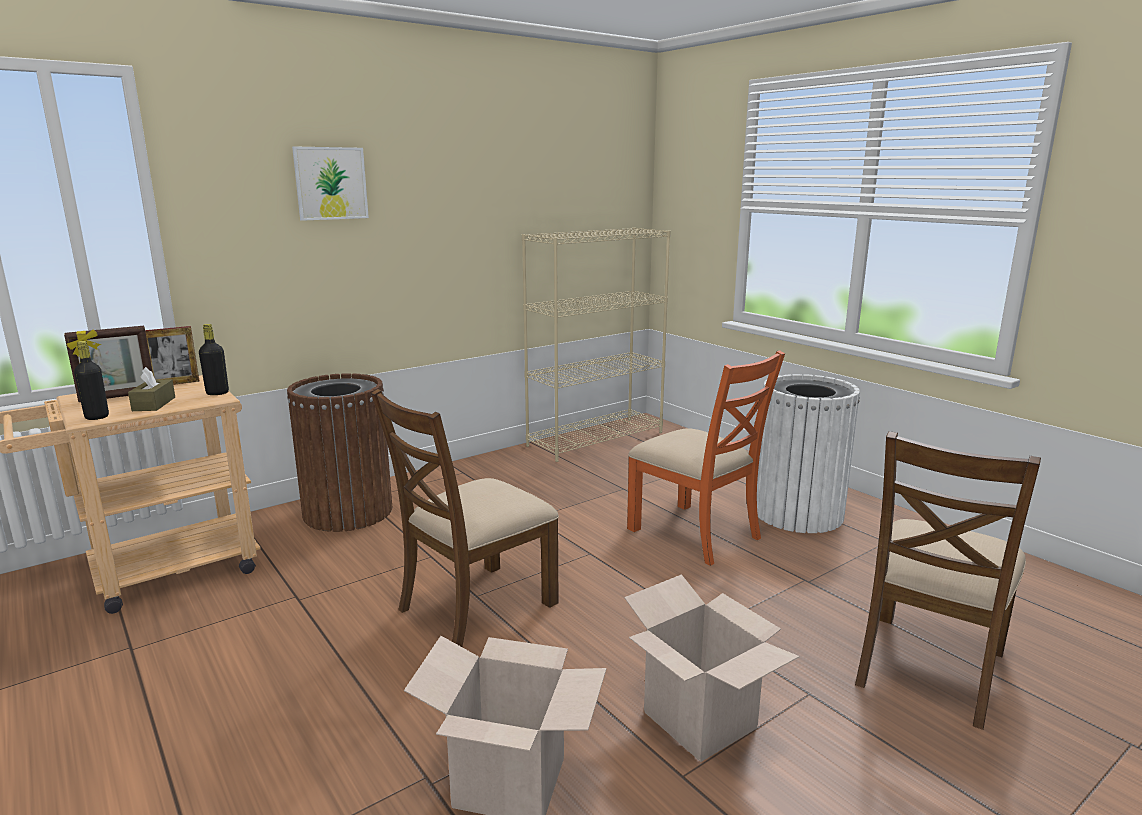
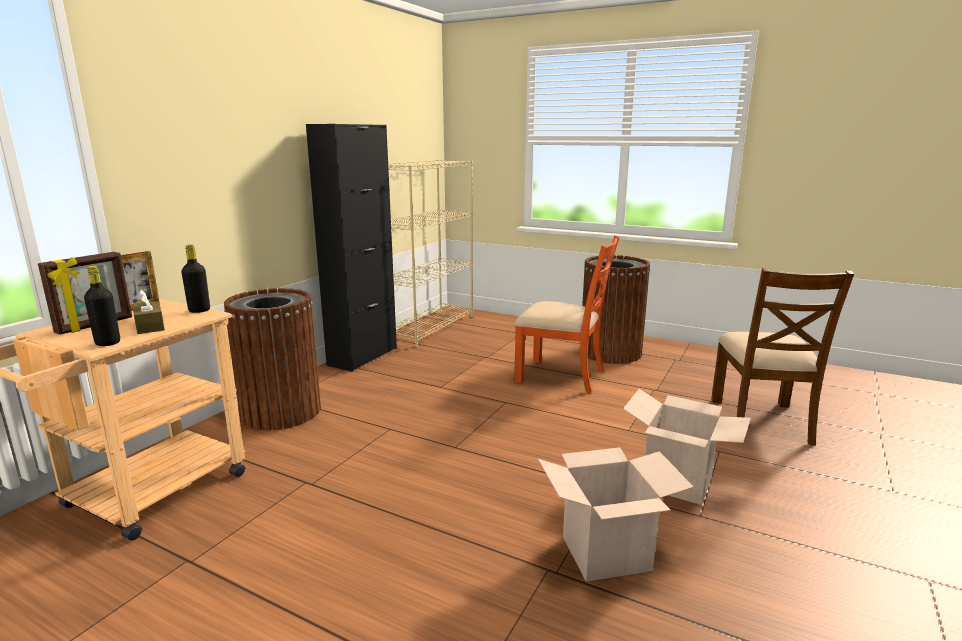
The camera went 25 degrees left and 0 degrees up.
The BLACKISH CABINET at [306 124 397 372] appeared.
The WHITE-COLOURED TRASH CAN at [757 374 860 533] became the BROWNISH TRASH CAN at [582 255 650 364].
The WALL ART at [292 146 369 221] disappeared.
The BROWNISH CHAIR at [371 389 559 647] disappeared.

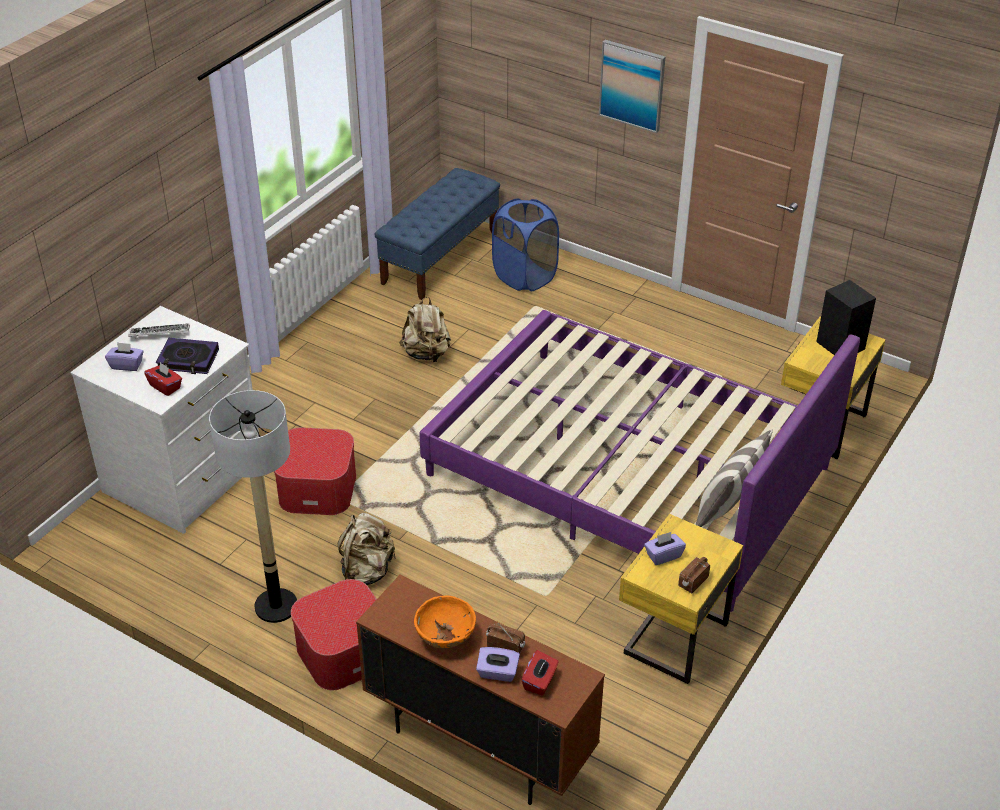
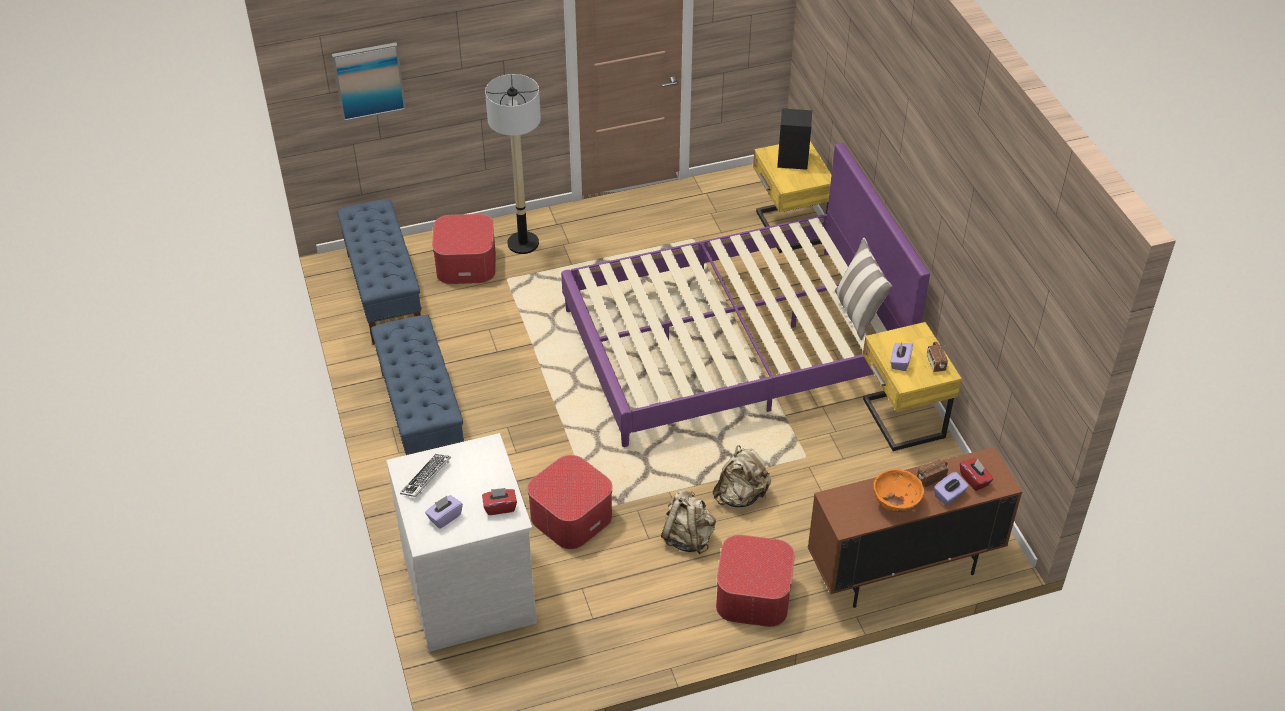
The camera went 50 degrees left and 5 degrees up.
The WALL ART moved from [599 40 665 133] to [332 42 406 121].
The BLUE-COLOURED INDOOR BENCH at [371 315 464 455] appeared.
The BLUE-COLOURED WASHING BASKET at [492 198 559 291] was replaced by the OTTOMAN at [432 214 496 284].
The STANDARD LAMP moved from [209 390 297 623] to [485 74 541 254].
The SAND-COLOURED RUCKSACK moved from [399 297 451 363] to [713 445 771 507].
The BOUND BOOK at [156 338 219 374] disappeared.

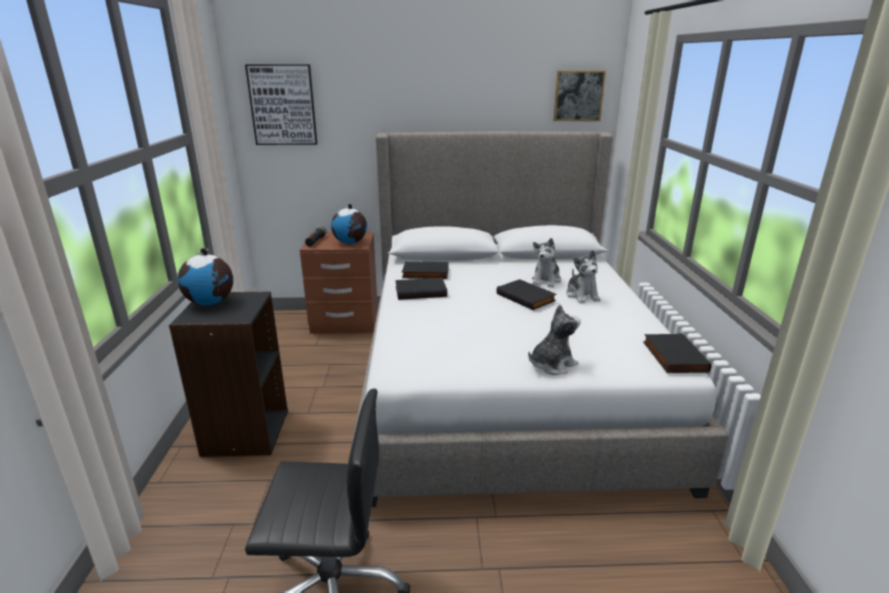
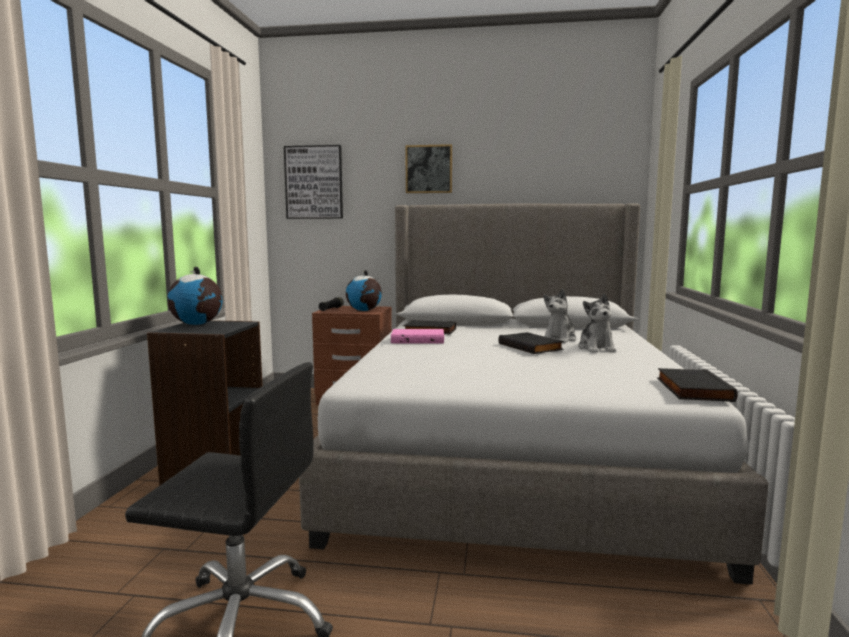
The camera went 10 degrees right and 15 degrees down.
The BLACKISH BOUND BOOK at [395 278 447 300] became the PINKISH BOUND BOOK at [391 329 444 344].
The WALL ART moved from [553 71 606 121] to [406 144 452 193].
The PLUSH TOY at [528 304 581 375] disappeared.

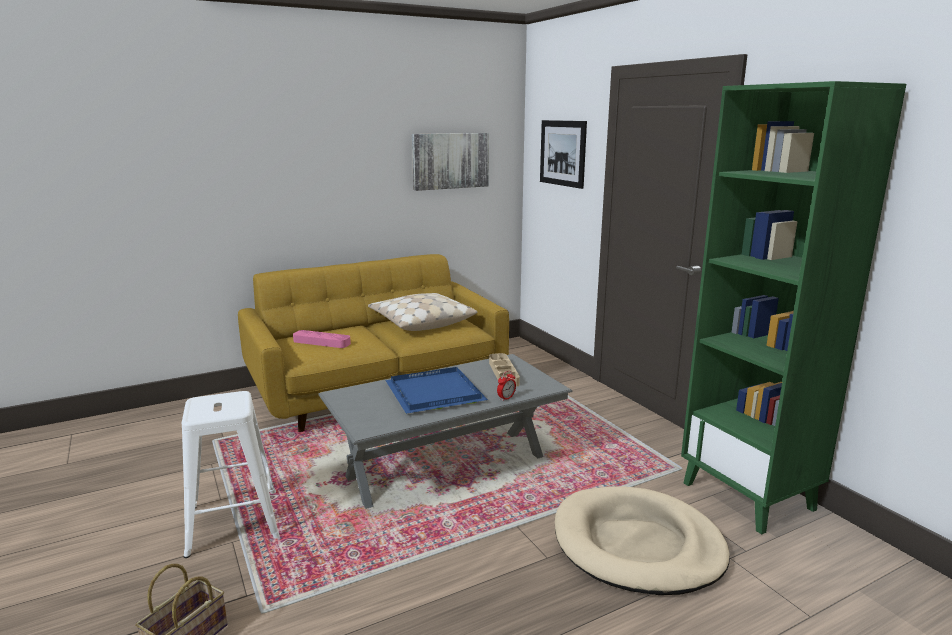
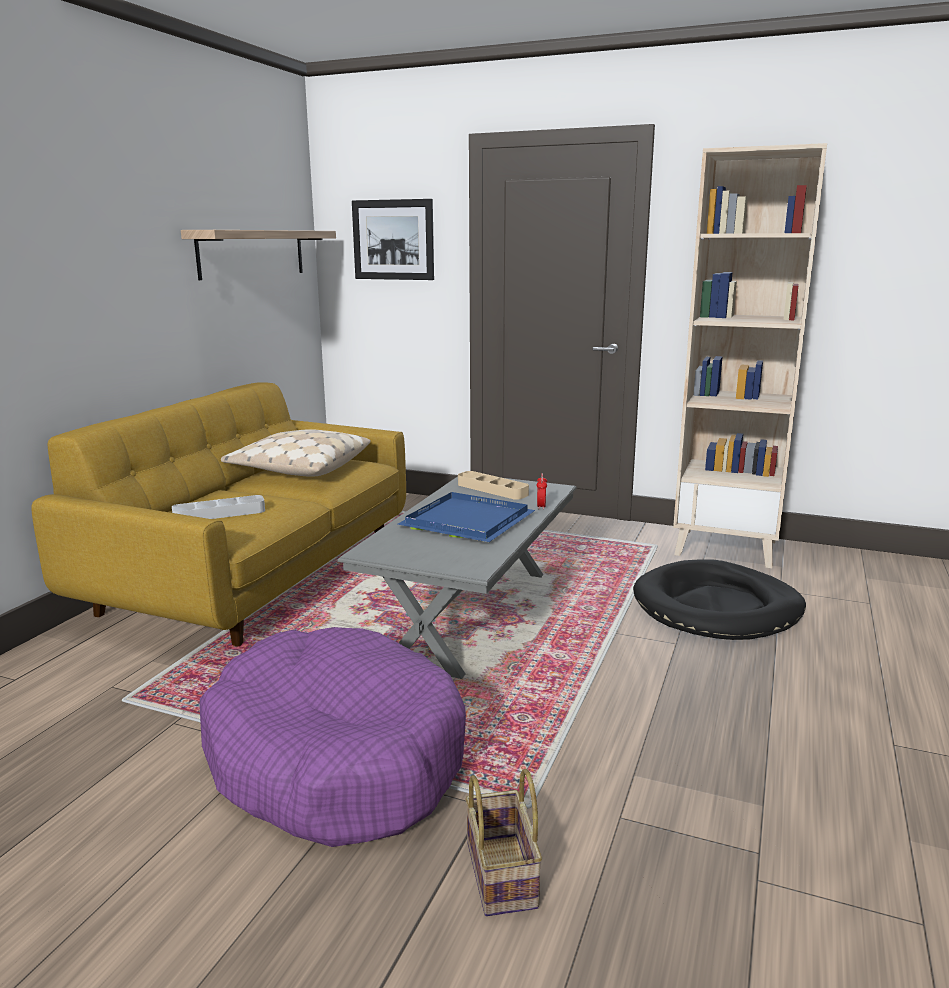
The camera went 40 degrees left and 0 degrees up.
The PINKISH CARRYING TRAY at [293 330 351 348] became the GREYISH CARRYING TRAY at [172 495 265 519].
The WALL ART at [412 133 489 191] was replaced by the WALL SHELF at [181 230 336 280].
The WHITE-COLOURED STOOL SEAT at [182 391 280 558] was replaced by the PURPLISH DOG CUSHION at [200 627 466 847].
The SAND-COLOURED DOG CUSHION at [555 486 730 595] became the BLACKISH DOG CUSHION at [633 559 806 640].
The GREEN-COLOURED BOOKSHELF at [681 81 906 535] became the SAND-COLOURED BOOKSHELF at [673 143 827 568].

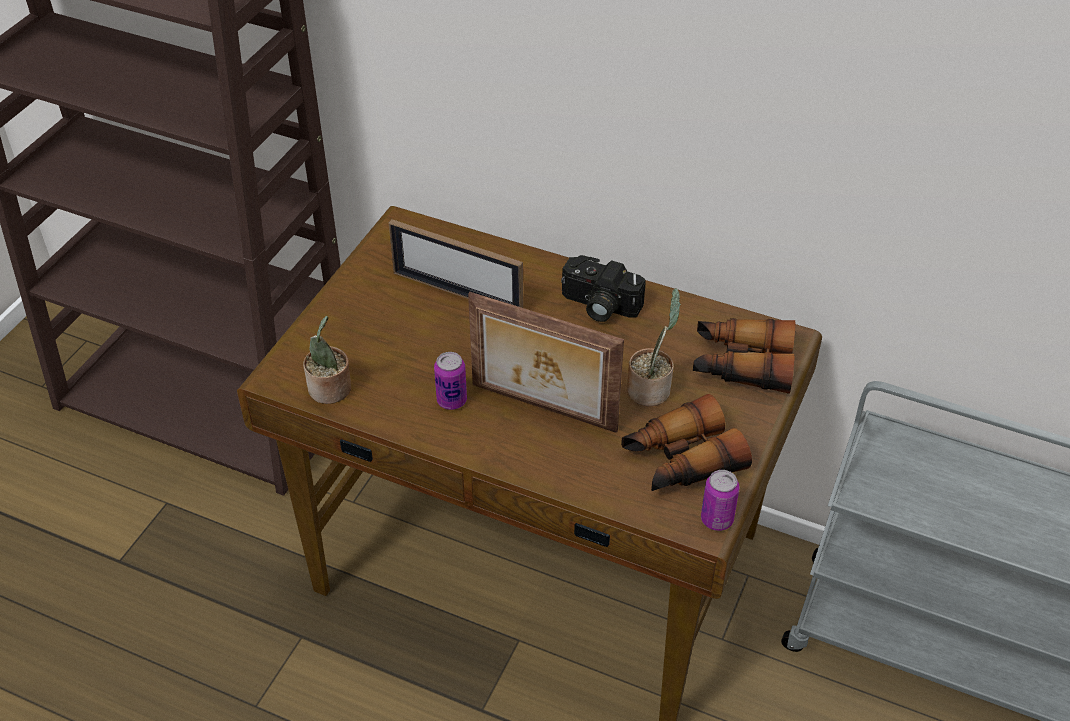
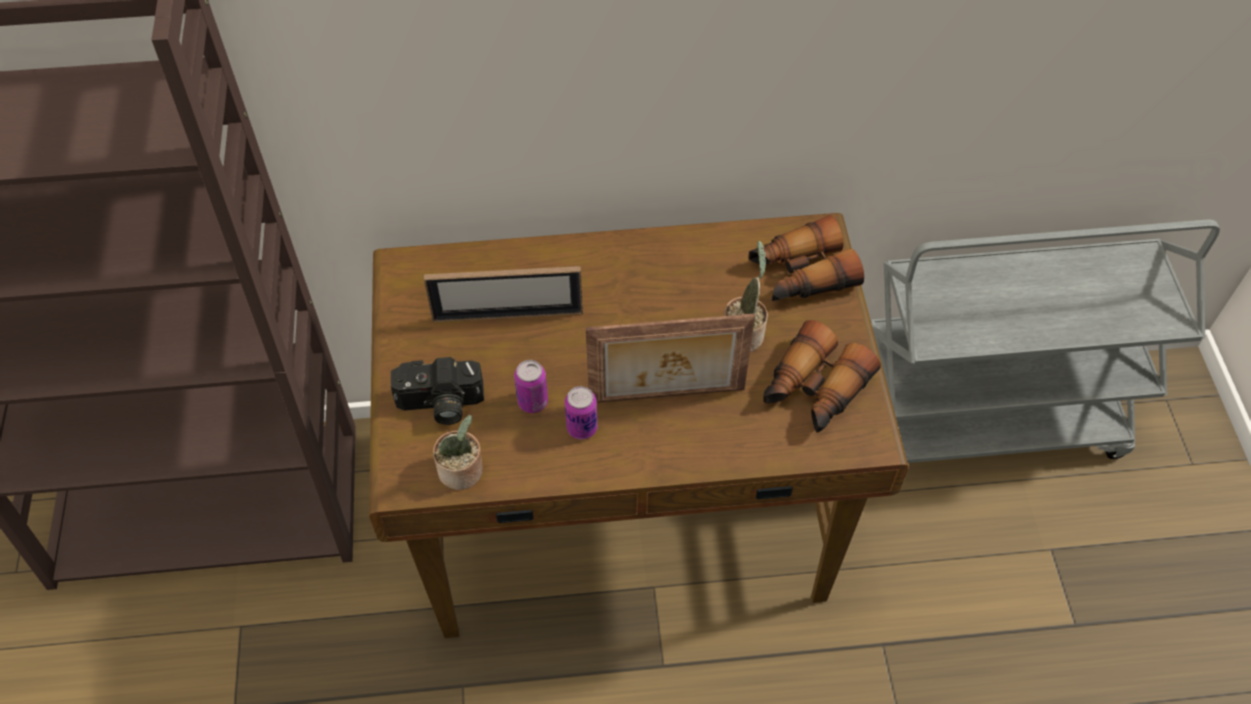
The camera went 30 degrees left and 10 degrees up.
The PHOTO CAMERA moved from [561 255 646 322] to [391 357 484 425].
The CAN moved from [701 470 740 531] to [514 360 548 413].

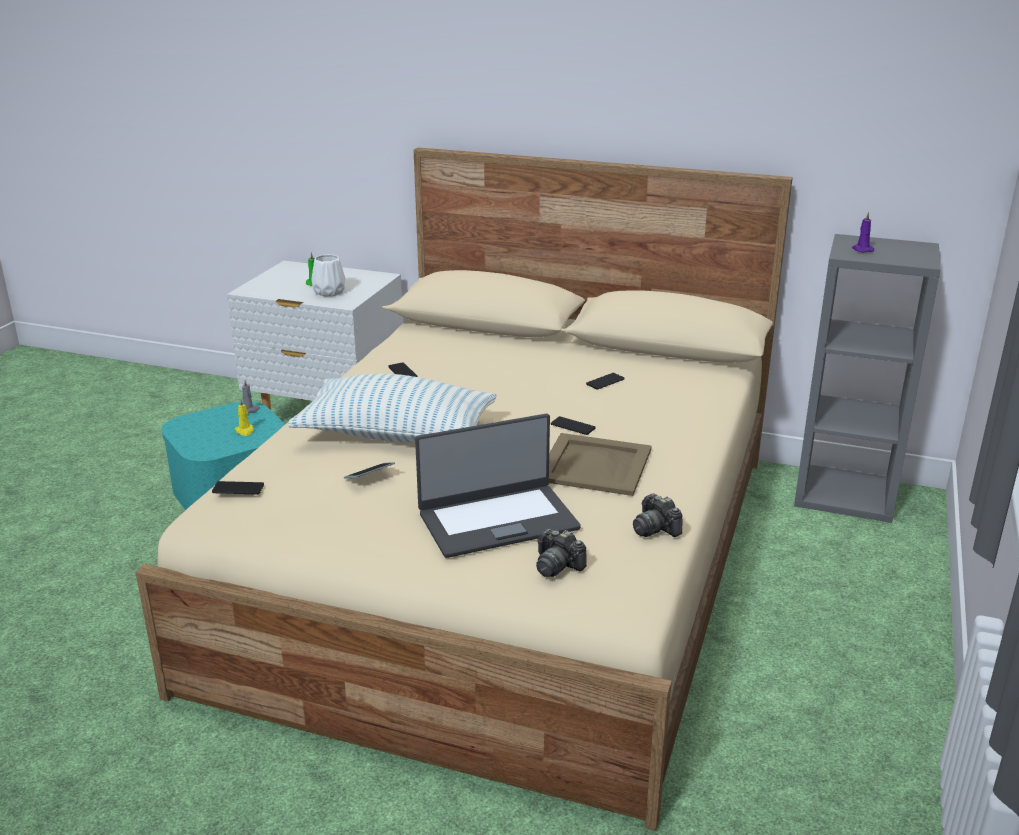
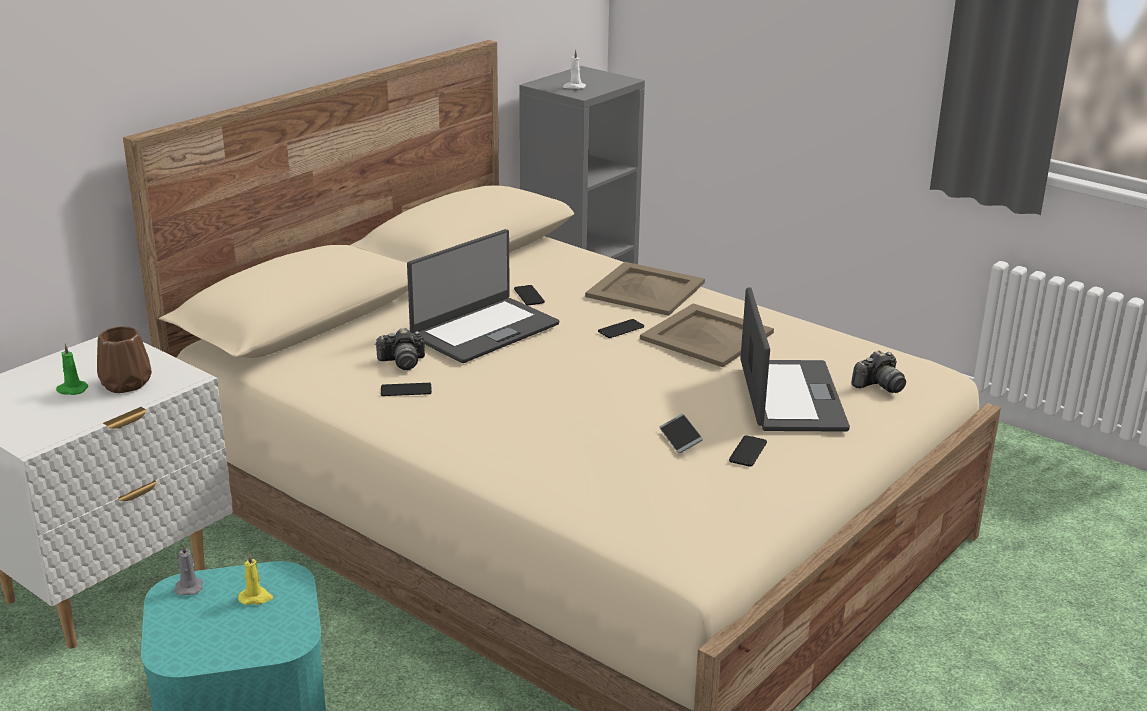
The camera went 70 degrees left and 0 degrees up.
The WHITE-COLOURED DECORATIVE VASE at [312 254 345 297] became the BROWNISH DECORATIVE VASE at [97 326 152 393].
The PHOTO CAMERA moved from [633 493 682 537] to [375 328 425 370].
The NOTEBOOK COMPUTER at [407 229 559 363] appeared.
The PURPLISH CANDLE at [852 212 875 252] became the WHITE-COLOURED CANDLE at [563 50 586 89].
The SAND-COLOURED CARRYING TRAY at [585 262 705 316] appeared.
The TELEPHONE moved from [212 481 264 495] to [729 435 767 467].
The THROW PILLOW at [288 374 497 443] disappeared.

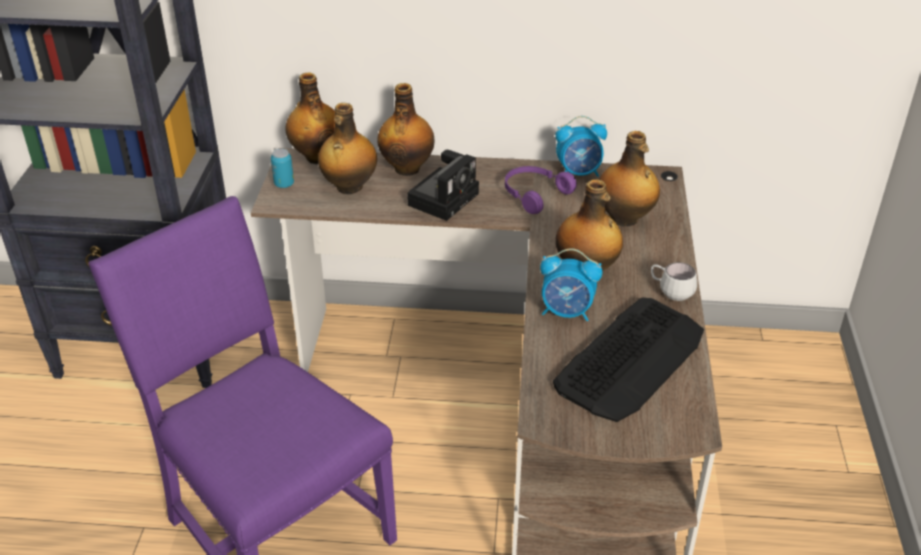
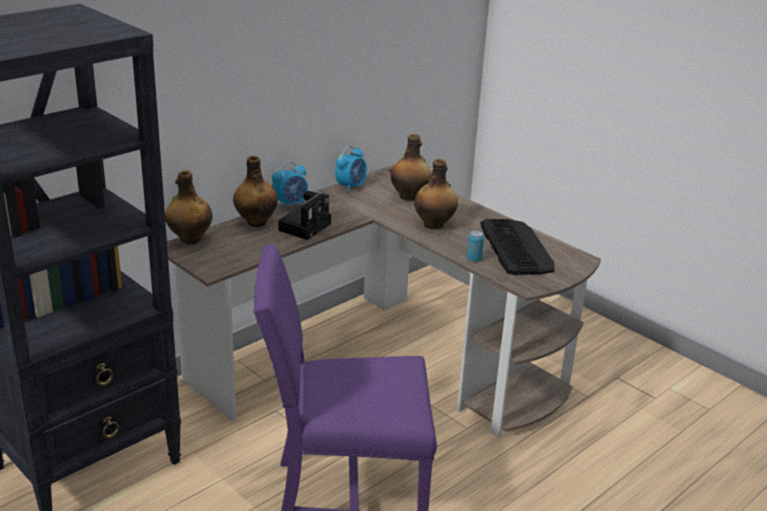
The camera went 50 degrees left and 10 degrees down.
The ALARM CLOCK moved from [540 248 603 321] to [272 161 308 210].
The PHOTO CAMERA at [407 150 479 221] turned 45 degrees clockwise.
The CAN moved from [271 149 294 188] to [466 230 484 262].
The BEVERAGE BOTTLE at [318 103 377 194] disappeared.
The PURPLISH PAIR OF HEADPHONES at [505 166 577 214] disappeared.
The WHITE-COLOURED TEA MUG at [651 262 697 301] disappeared.

